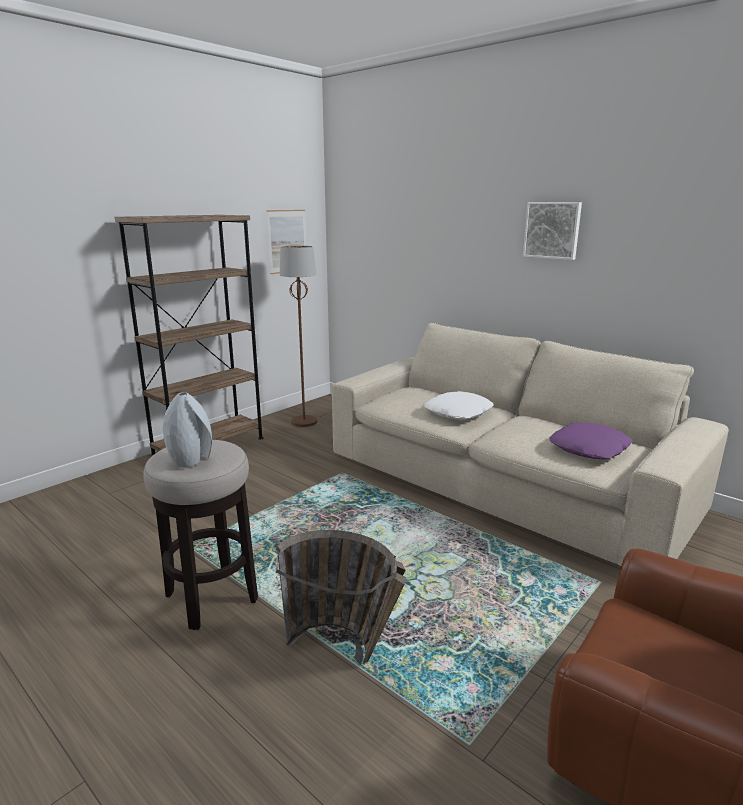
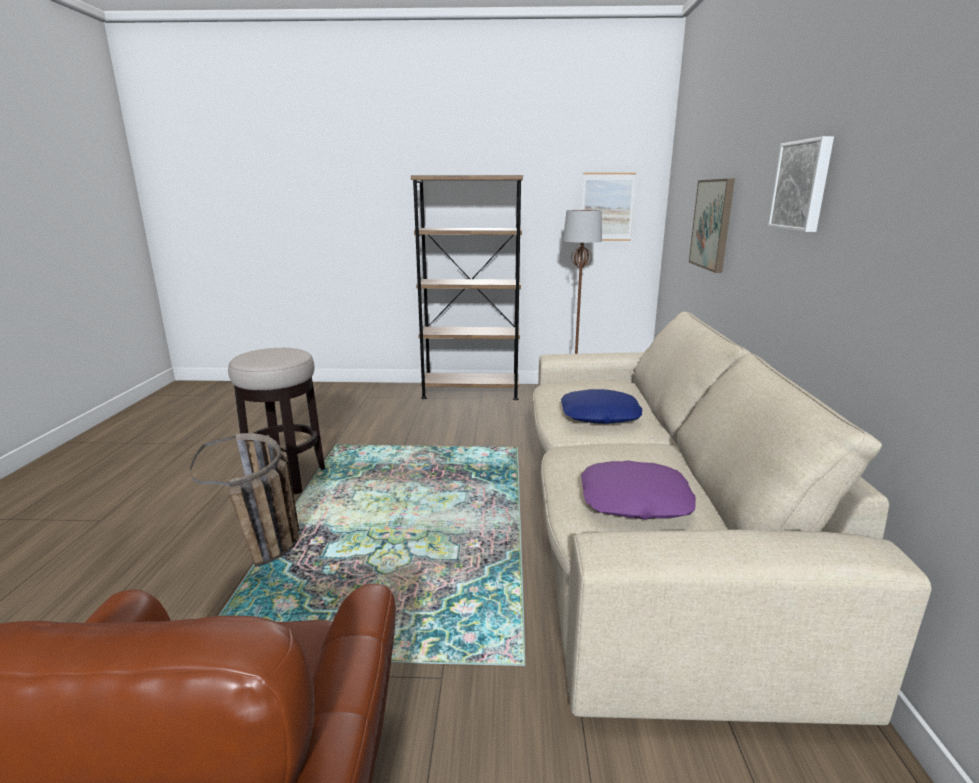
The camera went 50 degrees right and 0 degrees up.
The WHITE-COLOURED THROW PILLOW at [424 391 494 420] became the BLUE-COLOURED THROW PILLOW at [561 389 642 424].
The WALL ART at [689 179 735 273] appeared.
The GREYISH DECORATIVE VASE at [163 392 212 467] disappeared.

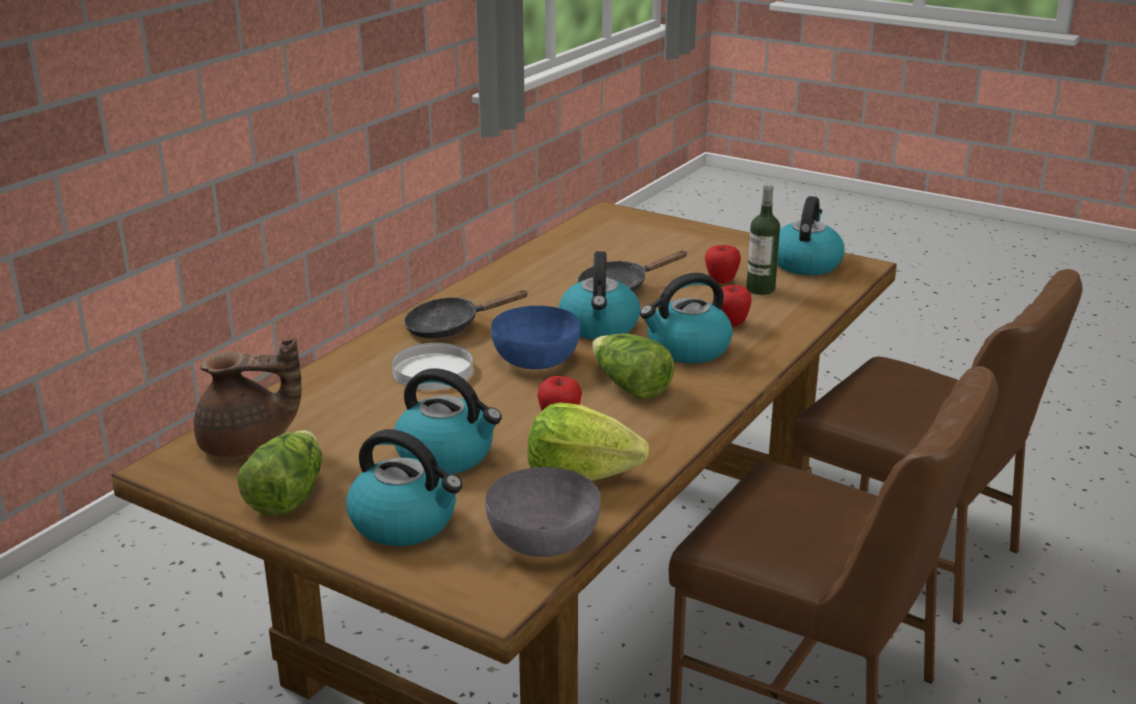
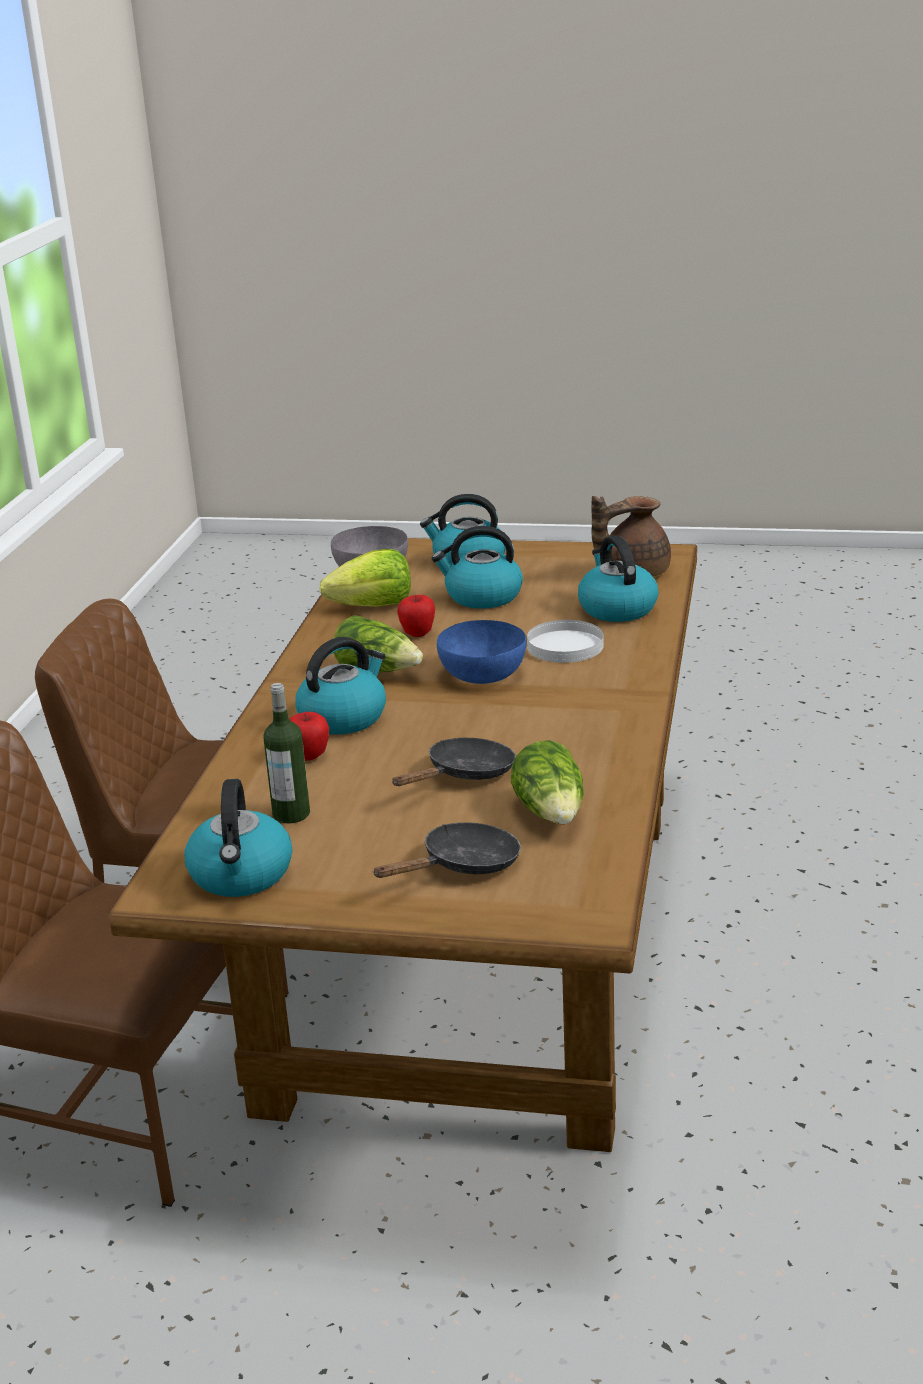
The camera went 160 degrees right and 0 degrees up.
The BLACKISH PAN moved from [404 290 529 339] to [374 822 521 878].
The HEAD OF LETTUCE moved from [237 430 322 516] to [511 740 584 824].
The WATER KETTLE moved from [559 251 641 340] to [578 535 658 622].
The APPLE FRUIT at [705 245 741 284] disappeared.

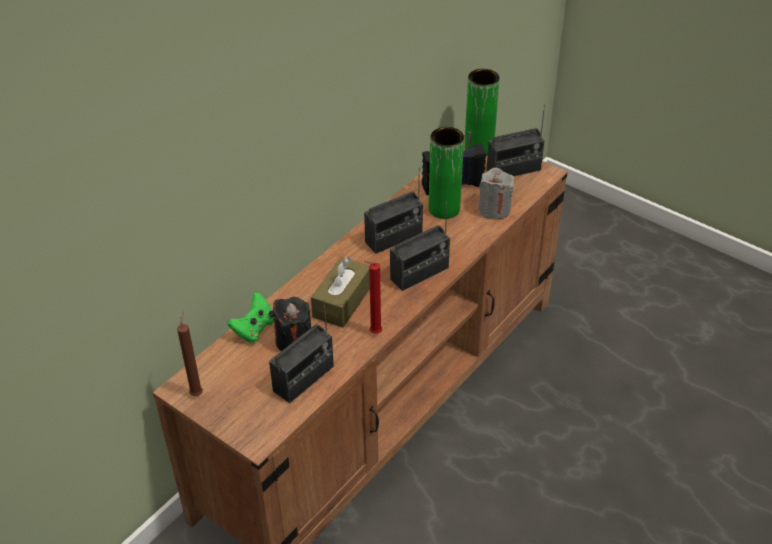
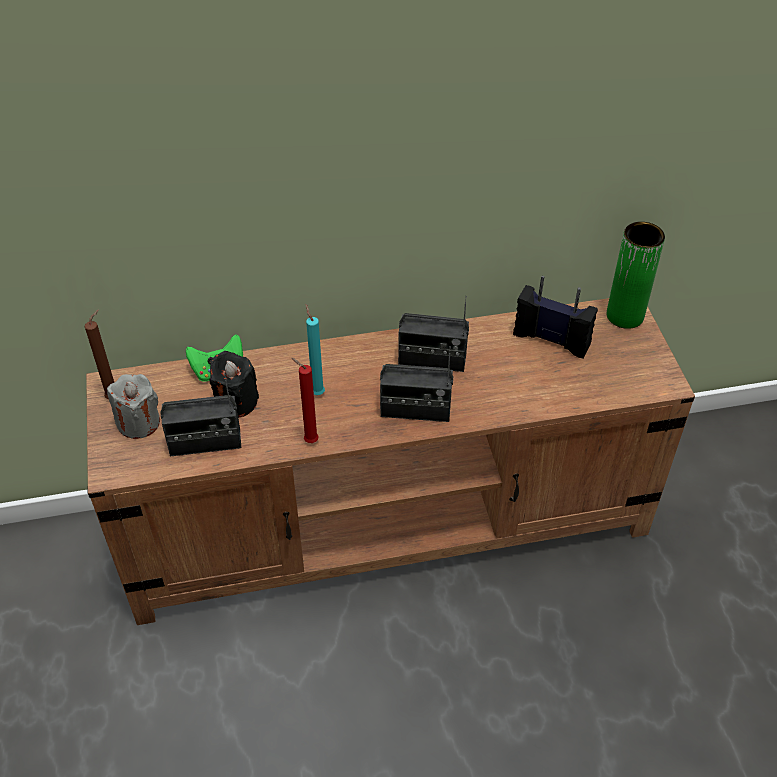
The camera went 40 degrees right and 5 degrees up.
The GREYISH CANDLE moved from [478 168 514 220] to [107 374 160 439].
The BROWNISH TISSUE HOLDER at [311 257 370 328] was replaced by the BLUE-GREEN CANDLE at [306 304 325 395].
The GREEN-COLOURED DECORATIVE VASE at [429 127 464 219] disappeared.
The RADIO RECEIVER at [486 105 545 176] disappeared.

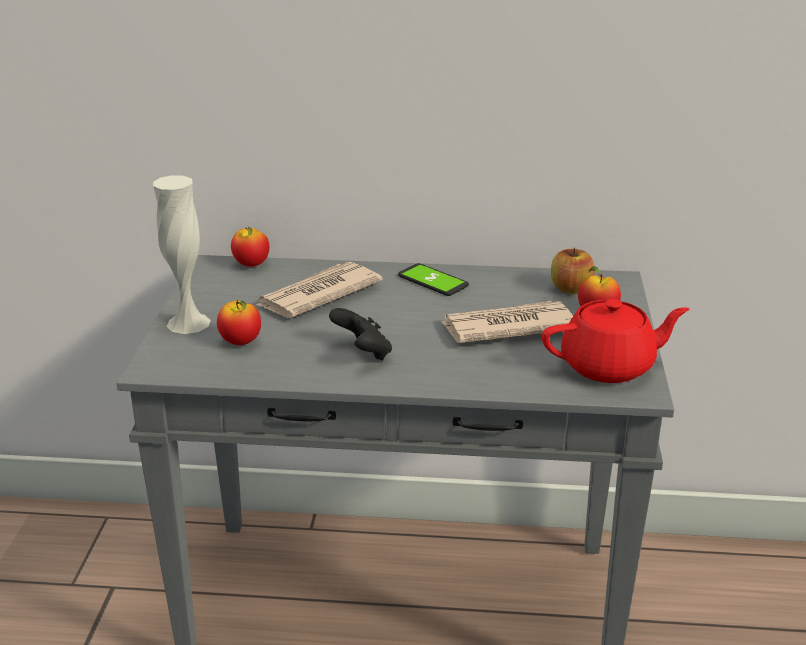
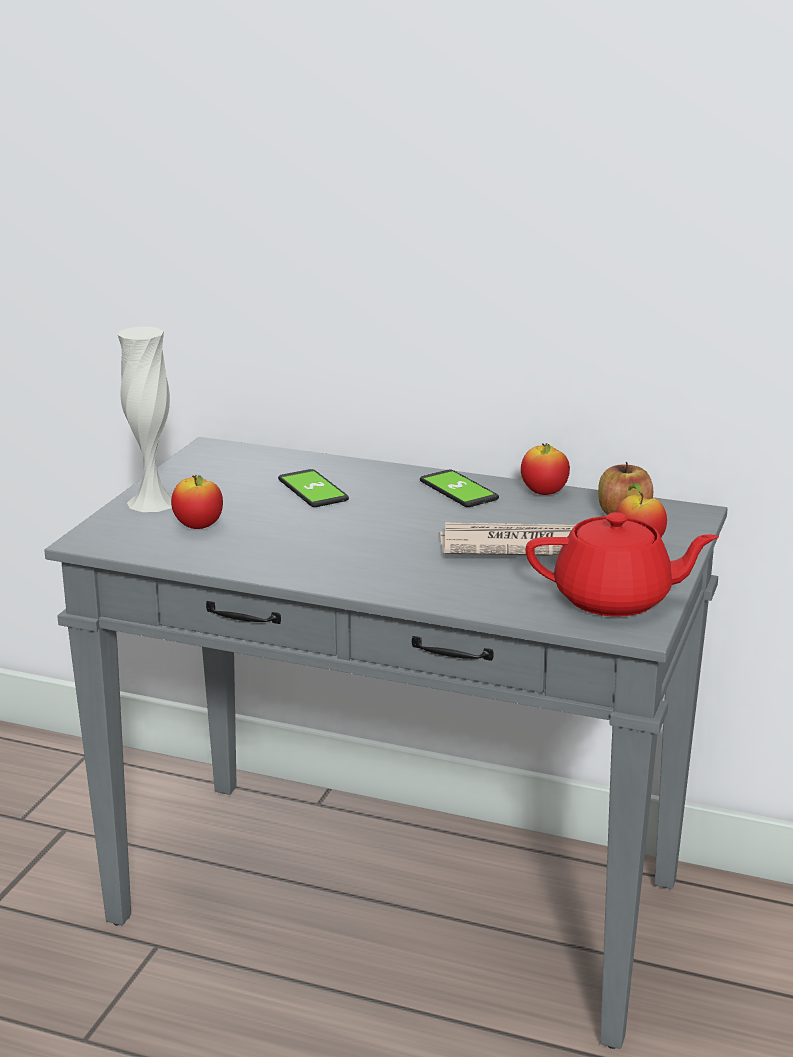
The camera went 15 degrees right and 5 degrees down.
The DAILY PAPER at [256 262 383 318] was replaced by the TELEPHONE at [278 469 349 507].
The APPLE FRUIT moved from [231 226 269 267] to [521 443 570 495].
The BLACKISH JOYPAD at [329 308 392 361] disappeared.

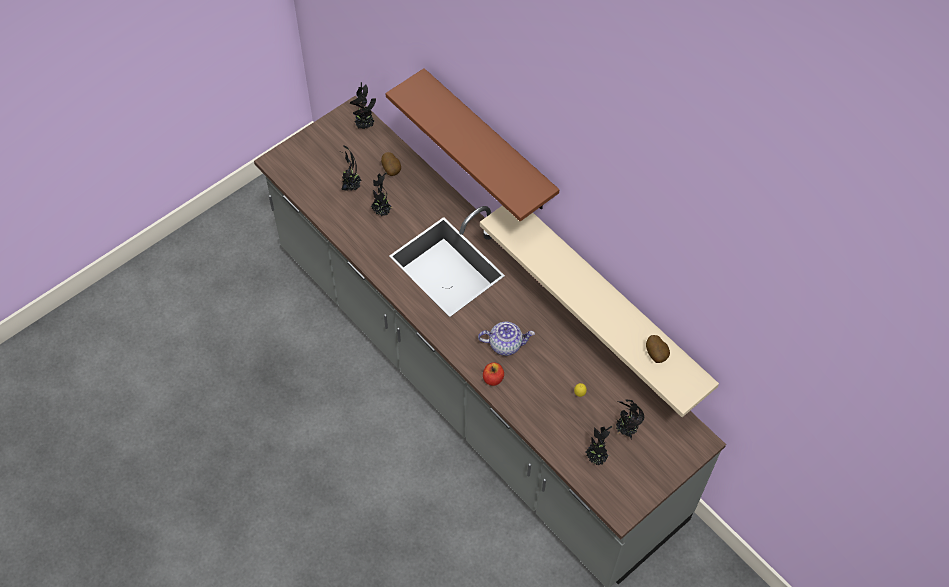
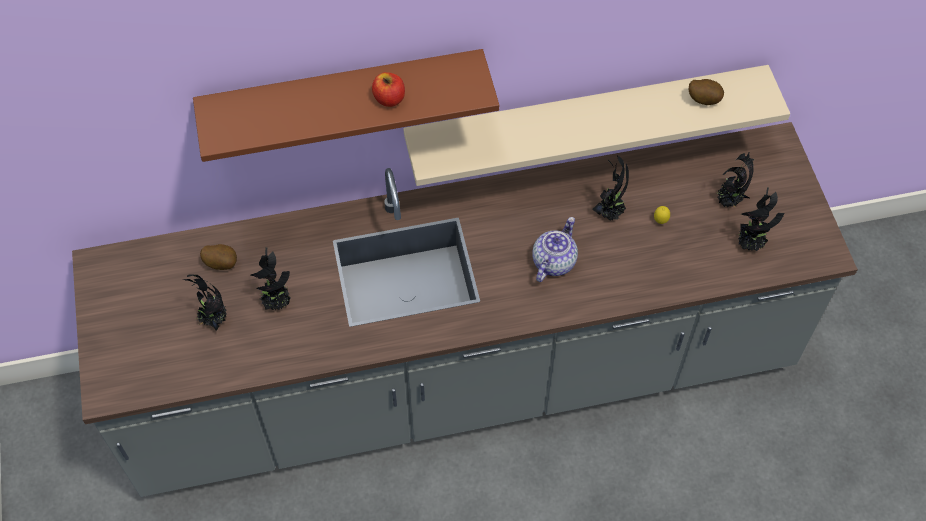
The camera went 60 degrees left and 0 degrees up.
The APPLE FRUIT moved from [483 362 504 386] to [372 72 405 107].
The PLANT IN A POT moved from [350 82 376 129] to [592 156 629 221].

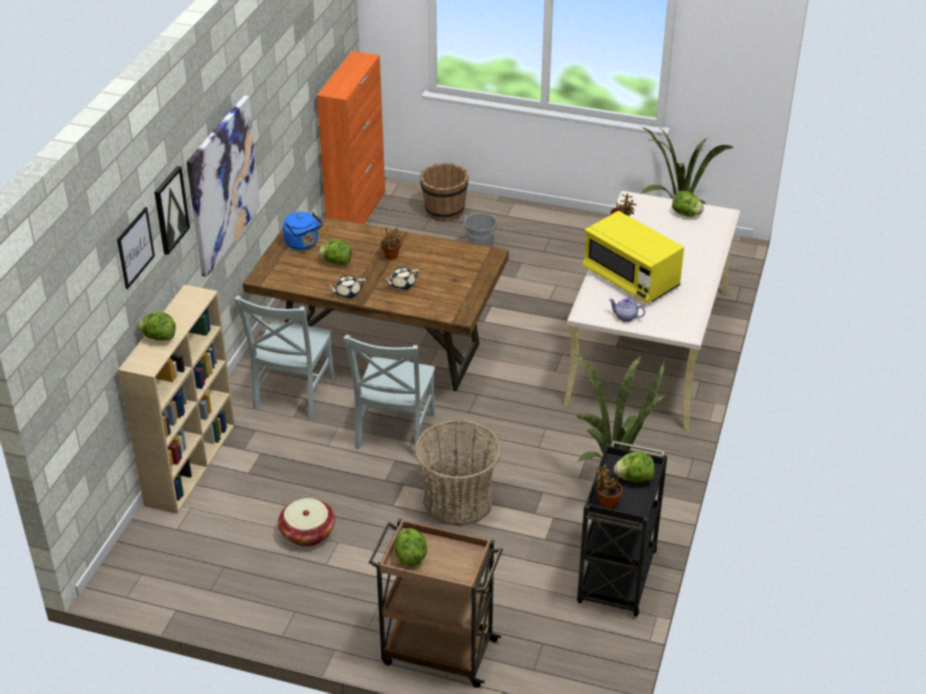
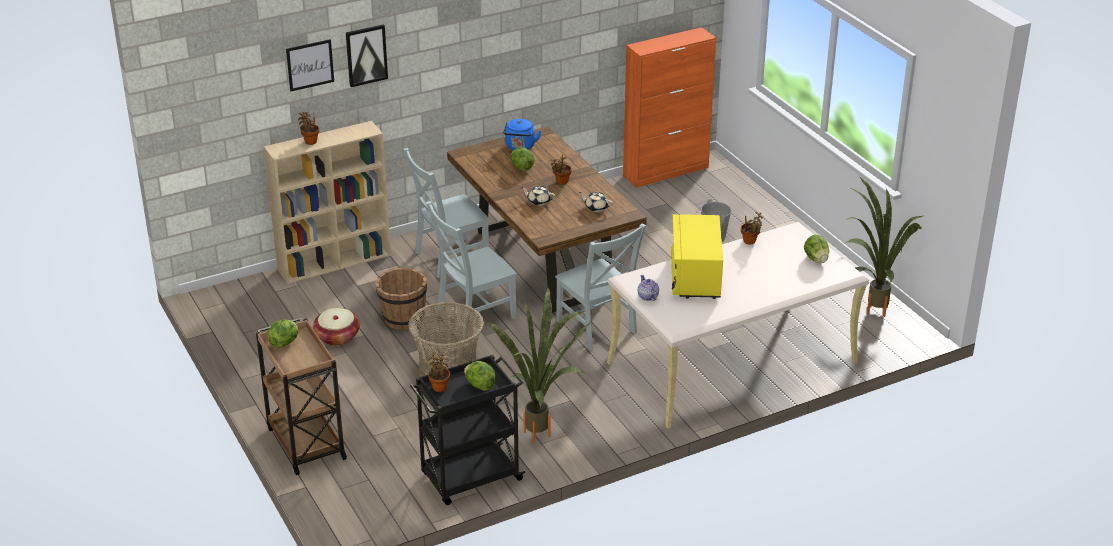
The camera went 45 degrees right and 5 degrees down.
The HEAD OF LETTUCE at [137 312 176 341] was replaced by the PLANT IN A POT at [298 112 319 145].
The BROWNISH PAIL moved from [420 163 469 222] to [375 268 427 330].
The GREYISH CHAIR at [555 224 646 351] appeared.
The SAND-COLOURED POT FOR TEA moved from [326 275 366 299] to [579 192 613 212].
The WALL ART at [186 95 260 277] disappeared.

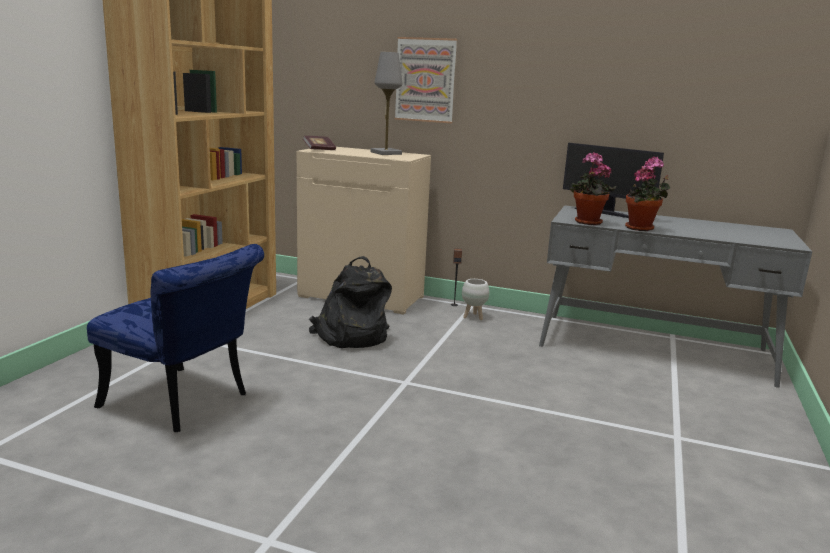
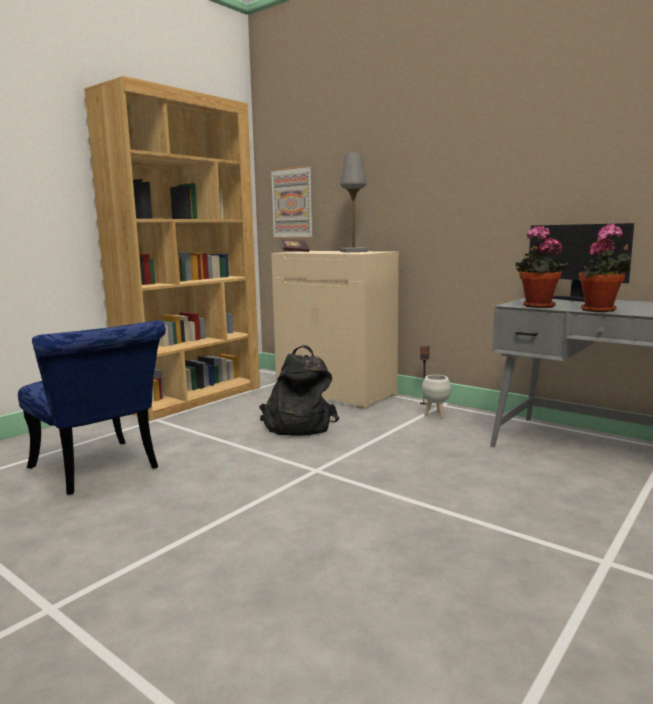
The camera went 20 degrees right and 5 degrees down.
The WALL ART moved from [395 37 457 123] to [270 165 313 238].

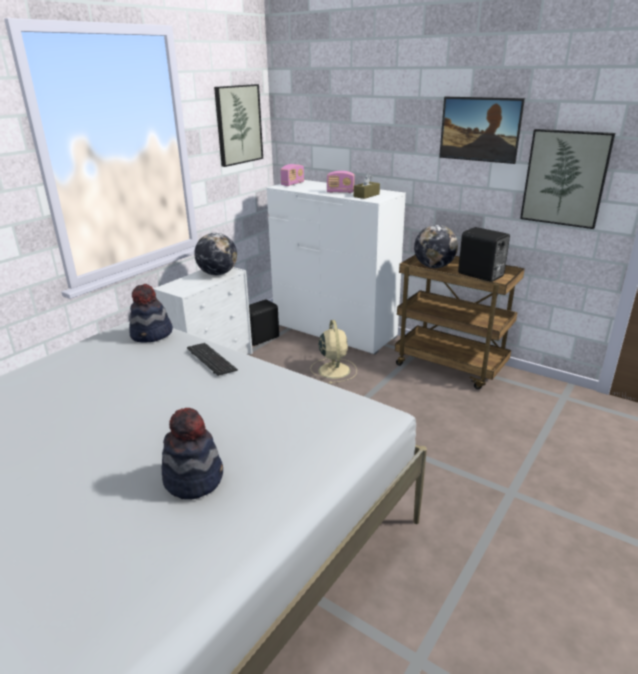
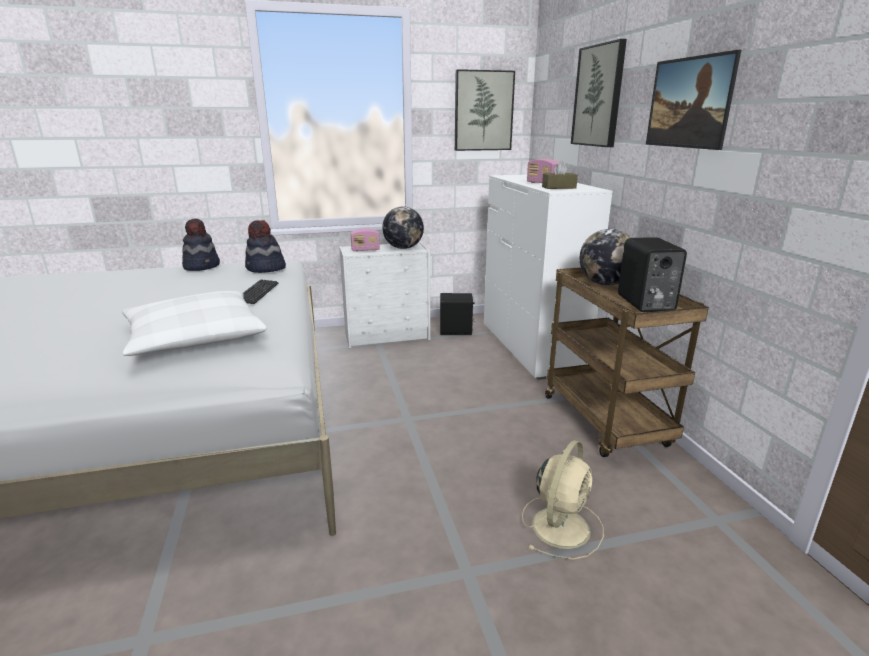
The camera went 40 degrees right and 5 degrees down.
The WHITE-COLOURED THROW PILLOW at [122 291 267 356] appeared.
The CLOTHING HAT moved from [162 408 223 499] to [182 218 220 271].
The RADIO RECEIVER moved from [280 164 304 186] to [351 229 380 252].
The SAND-COLOURED FAN moved from [310 320 357 384] to [522 440 604 560].
The WALL ART moved from [520 129 615 229] to [571 39 627 147].

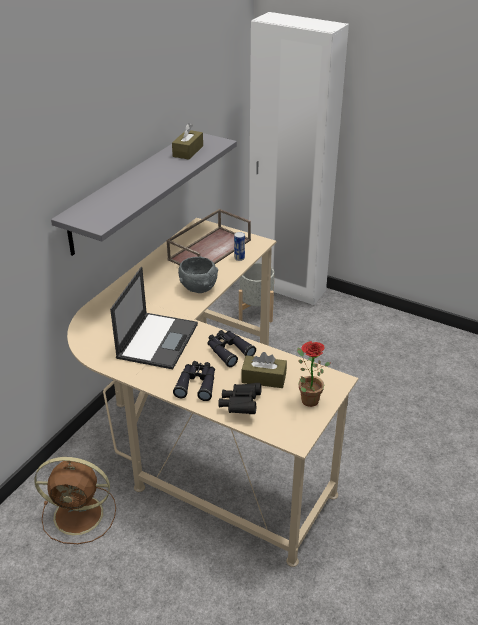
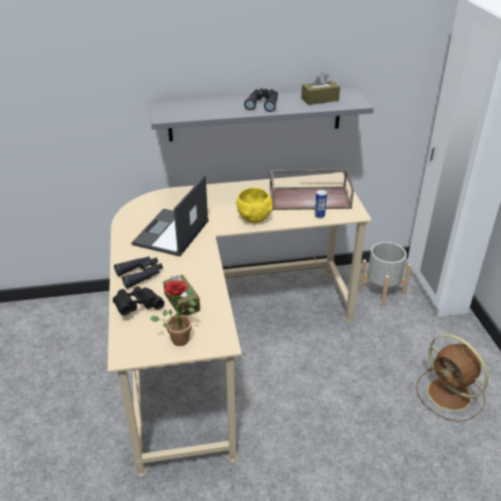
The camera went 50 degrees right and 0 degrees up.
The NOTEBOOK COMPUTER at [110 267 198 369] turned 135 degrees clockwise.
The GREYISH DEEP DISH at [178 257 218 293] became the YELLOWISH DEEP DISH at [236 188 273 223].
The BLACKISH FIELD GLASSES moved from [208 330 256 367] to [244 88 278 112].
The BROWNISH FAN moved from [34 457 116 544] to [416 334 489 422].

